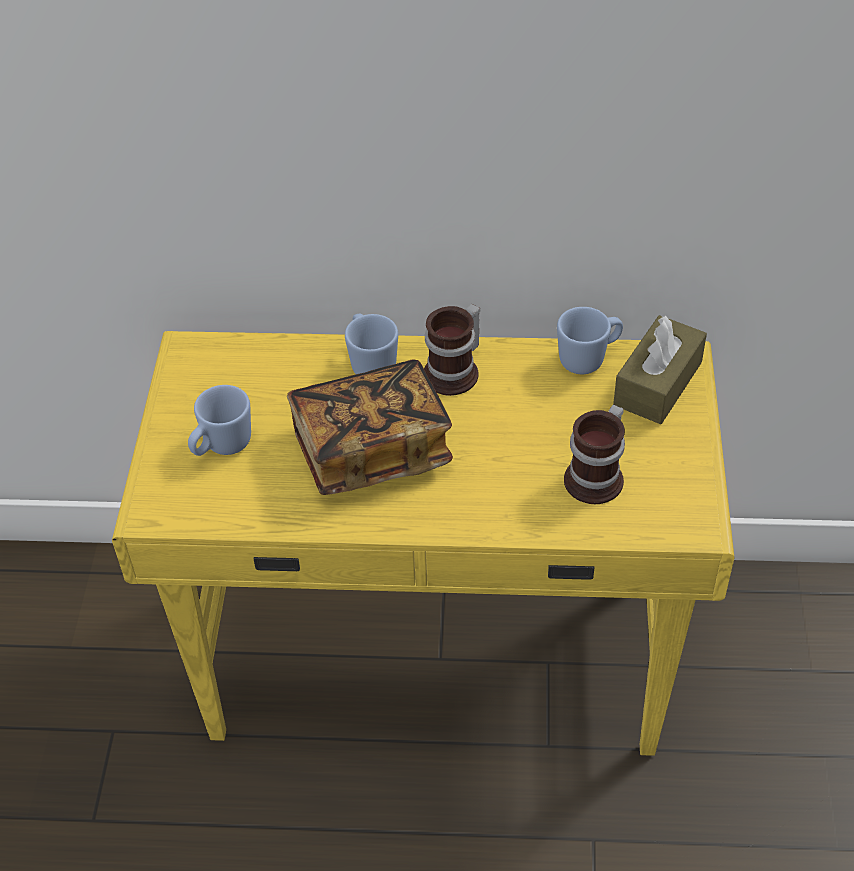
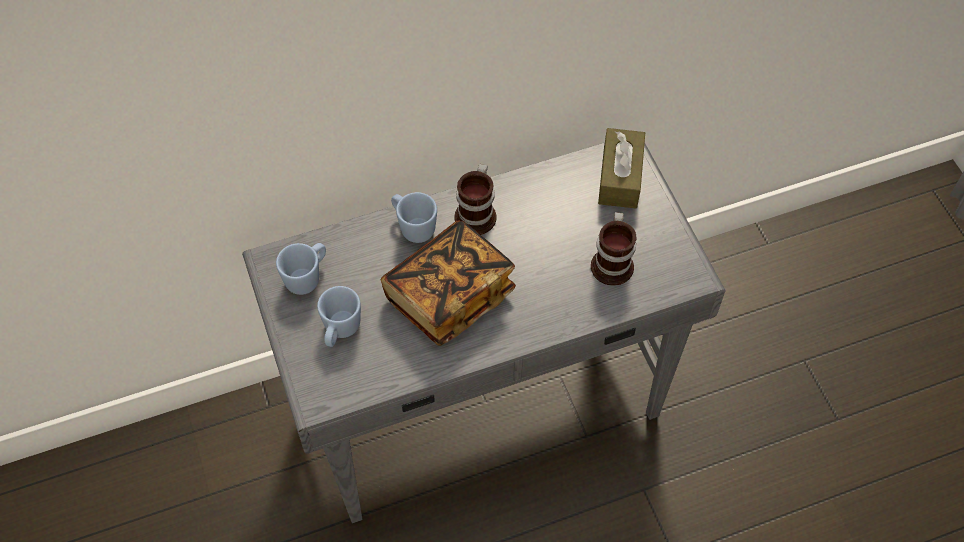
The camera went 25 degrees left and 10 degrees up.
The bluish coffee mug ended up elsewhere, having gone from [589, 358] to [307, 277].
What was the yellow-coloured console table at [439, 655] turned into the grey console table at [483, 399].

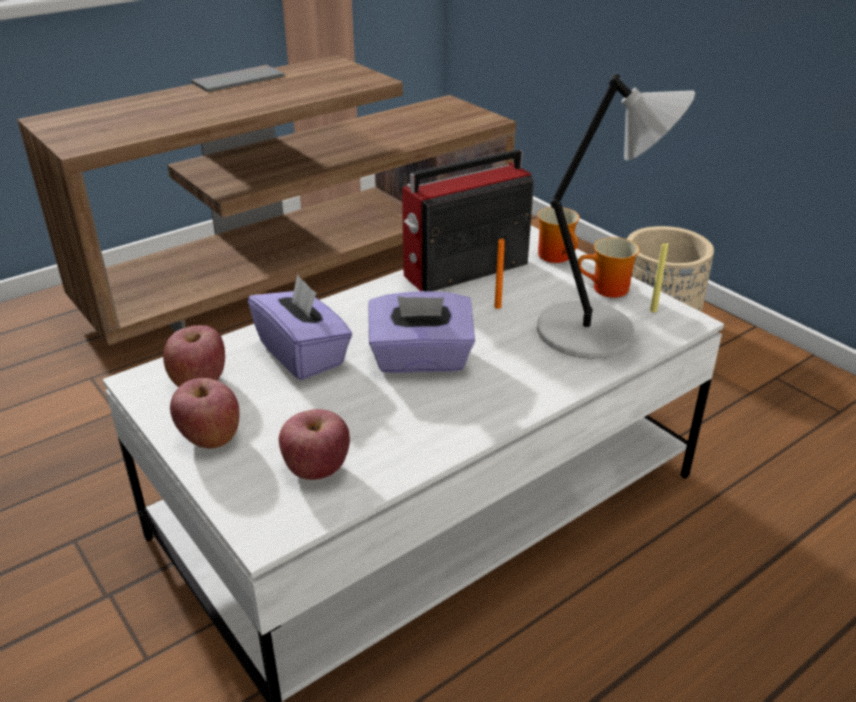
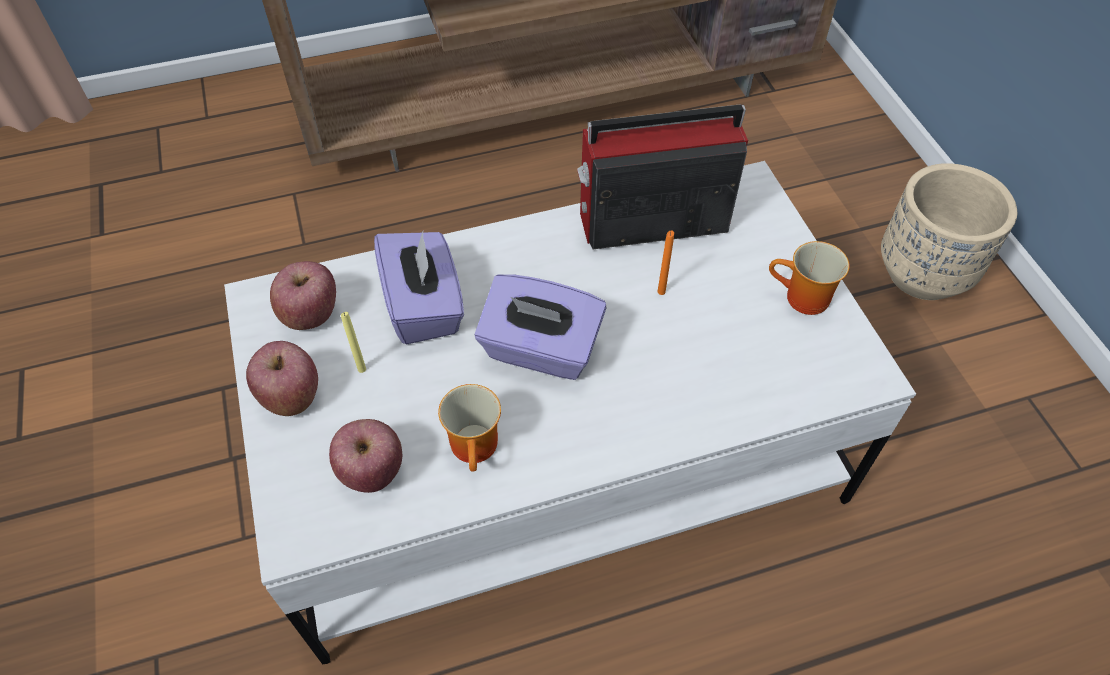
The camera went 20 degrees right and 20 degrees up.
The second view lost the grey table lamp at [591, 332].
The coffee mug ended up elsewhere, having gone from [558, 256] to [478, 448].
The yellow-coloured wax candle ended up elsewhere, having gone from [653, 310] to [362, 369].

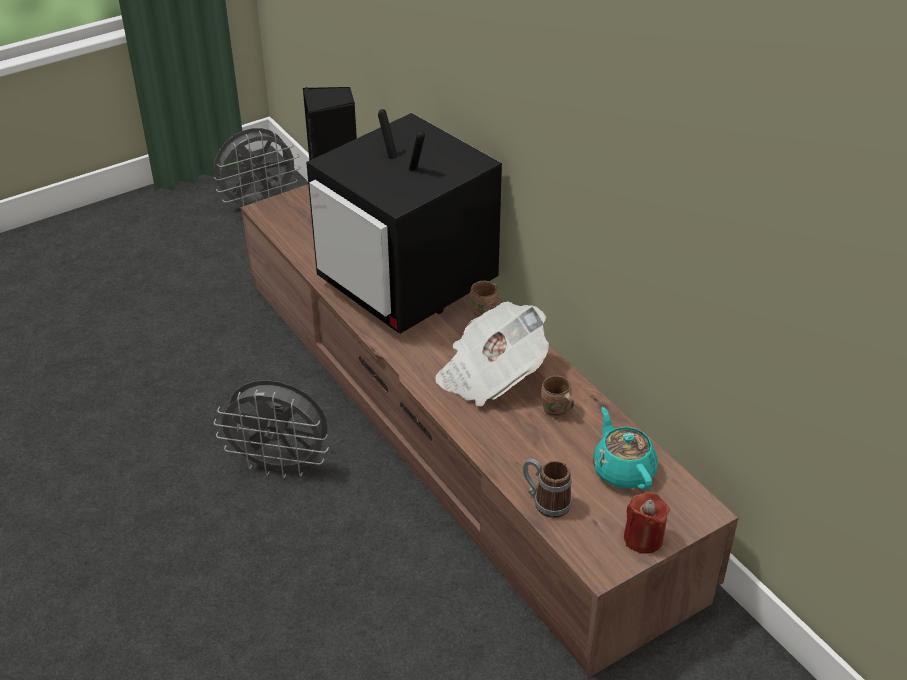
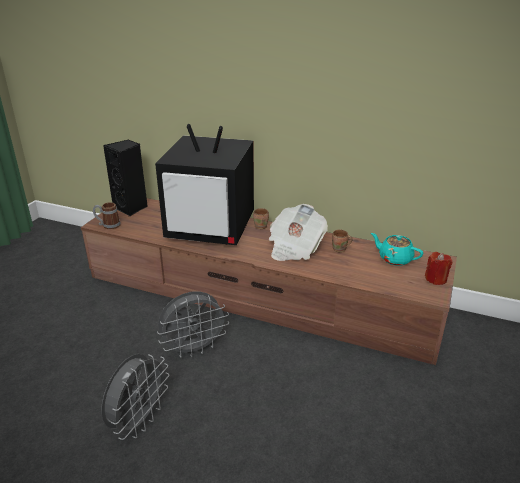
The camera went 35 degrees left and 10 degrees down.
The grey fan ended up elsewhere, having gone from [259, 204] to [139, 422].
The coffee mug ended up elsewhere, having gone from [545, 501] to [108, 225].

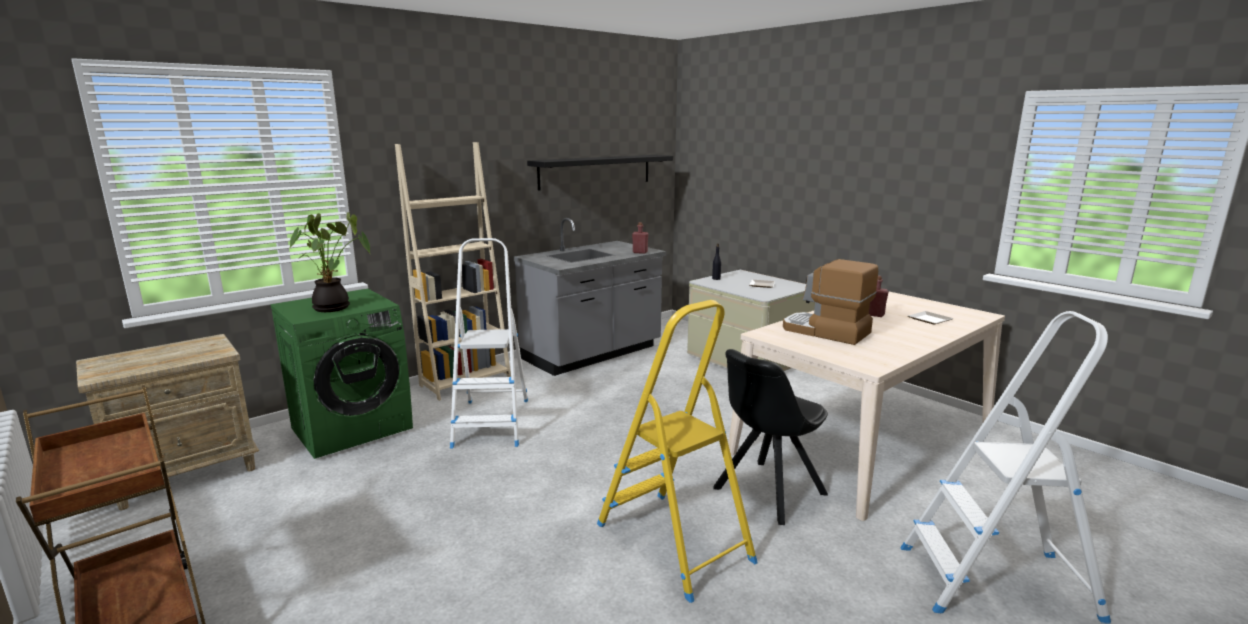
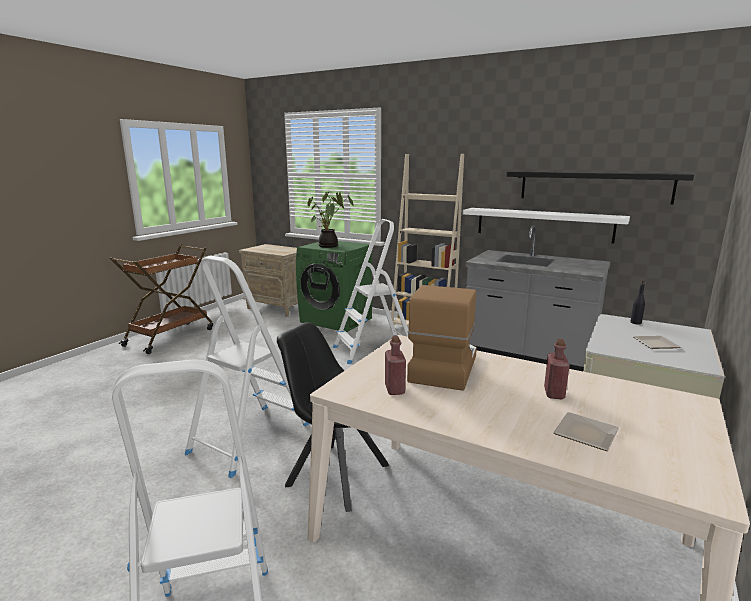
The camera went 70 degrees right and 0 degrees up.
The second view gained the white bracket shelf at [543, 224].
The reddish bottle ended up elsewhere, having gone from [640, 252] to [394, 389].
What was the yellow-coloured stepladder at [672, 541] turned into the white stepladder at [251, 437].

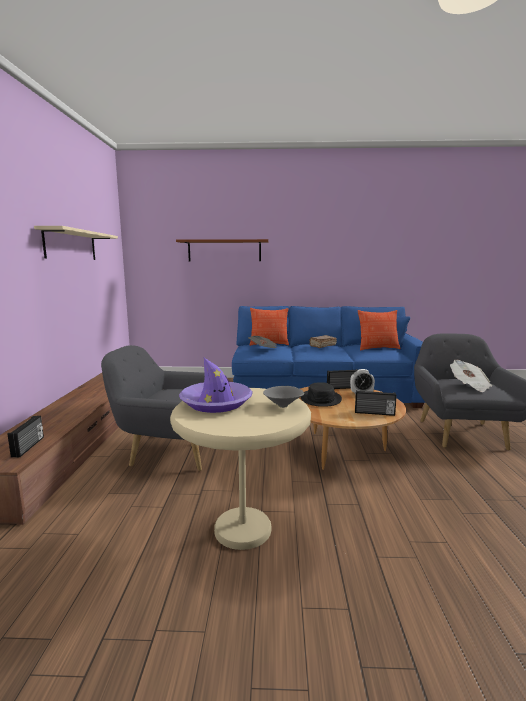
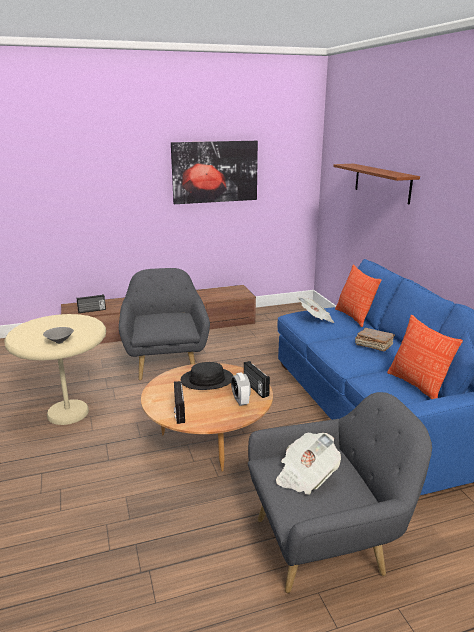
The camera went 70 degrees right and 10 degrees up.
The second view lost the purple wearable hat at [216, 403].
Where the beige bracket shelf hung at [71, 245], the wall picture came to hang at [215, 172].

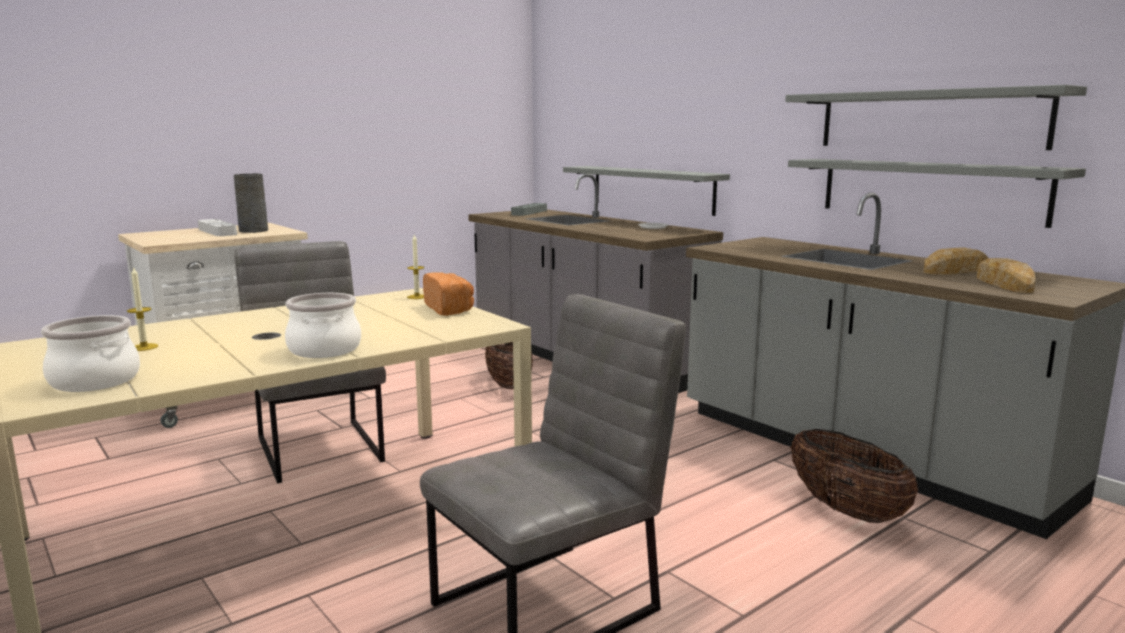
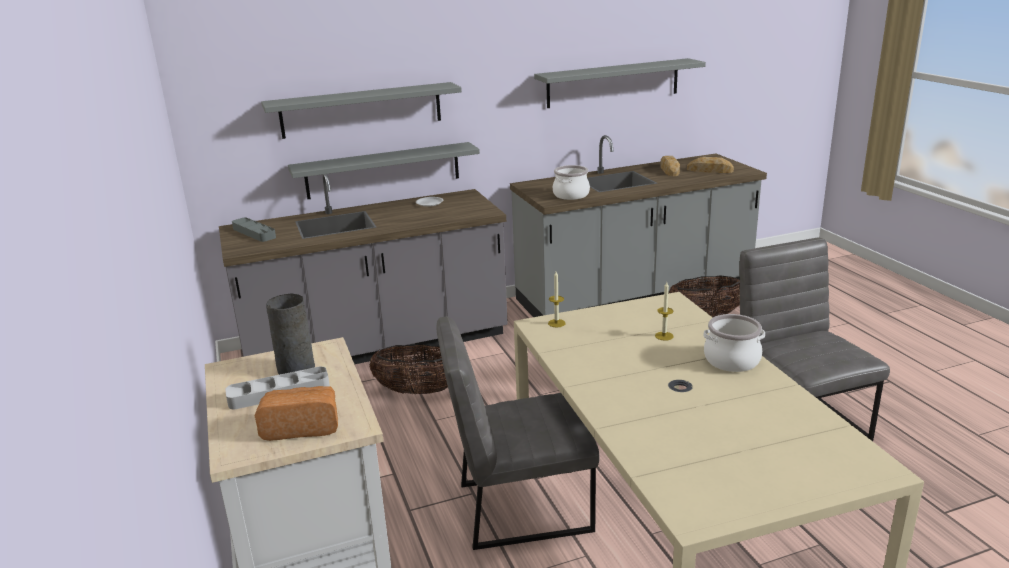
The camera went 70 degrees left and 10 degrees up.
The cooking pot ended up elsewhere, having gone from [96, 381] to [570, 195].
The wax candle ended up elsewhere, having gone from [144, 347] to [664, 336].
The bread ended up elsewhere, having gone from [450, 309] to [302, 427].
The grey bracket shelf ended up elsewhere, having gone from [929, 190] to [361, 110].

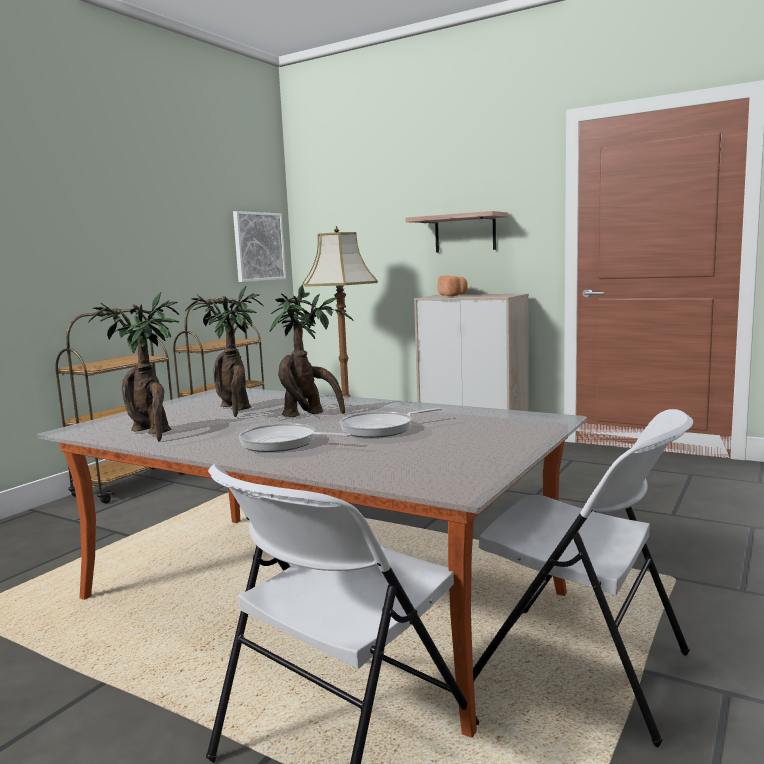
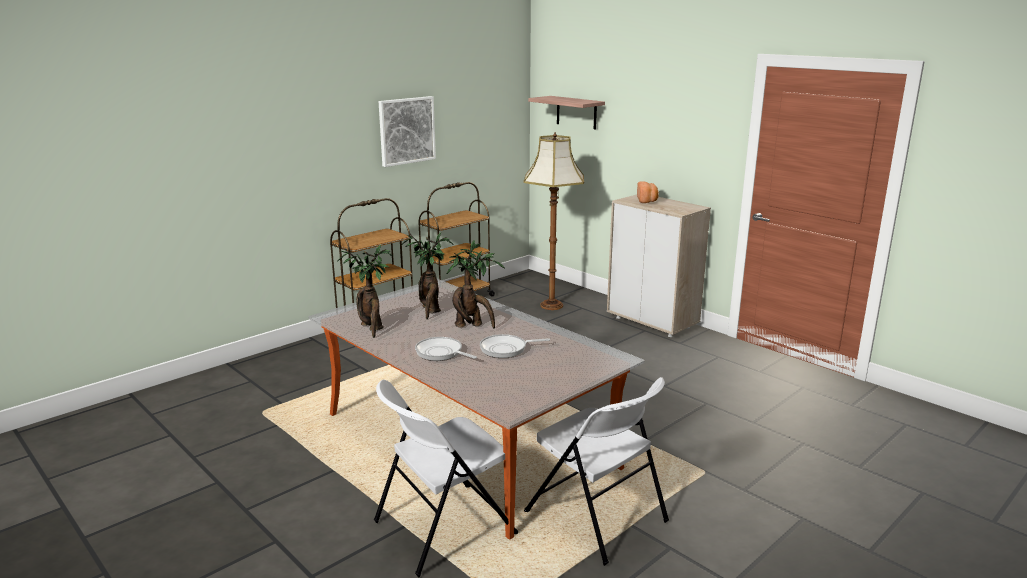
The camera went 15 degrees right and 10 degrees up.
The wall picture ended up elsewhere, having gone from [258, 246] to [406, 130].
The bracket shelf ended up elsewhere, having gone from [465, 233] to [576, 112].

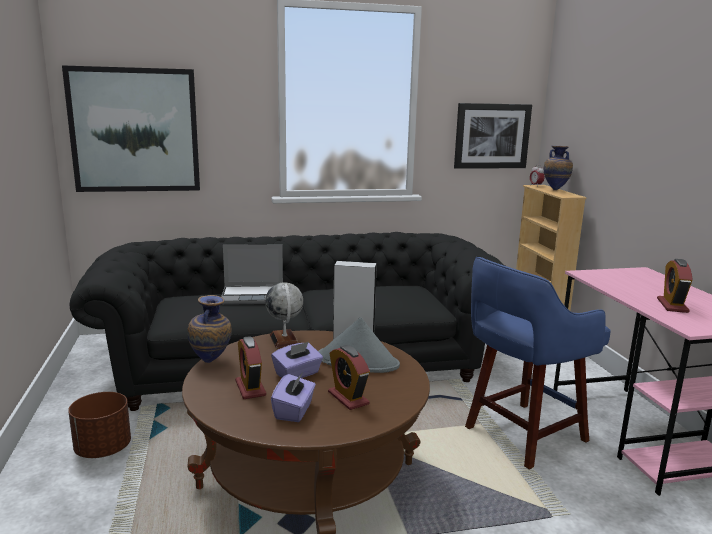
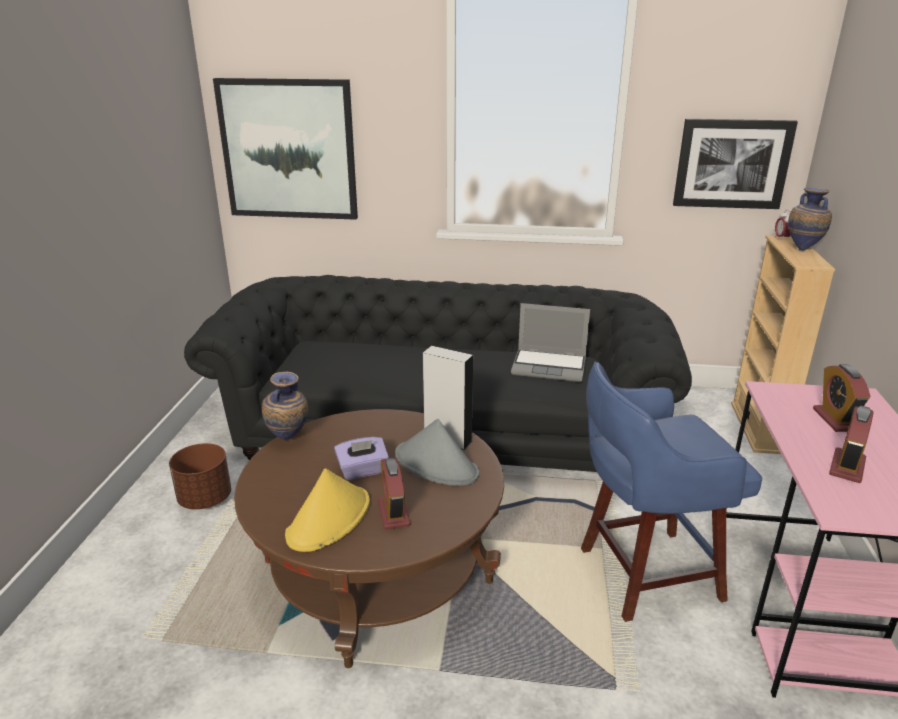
The camera went 20 degrees right and 10 degrees up.
The second view lost the world globe at [284, 340].
The notebook computer ended up elsewhere, having gone from [253, 296] to [550, 366].
The bedside clock ended up elsewhere, having gone from [250, 388] to [835, 420].
Where the purple box of tissues stood at [294, 411], the yellow-coloured wearable hat came to stand at [329, 519].

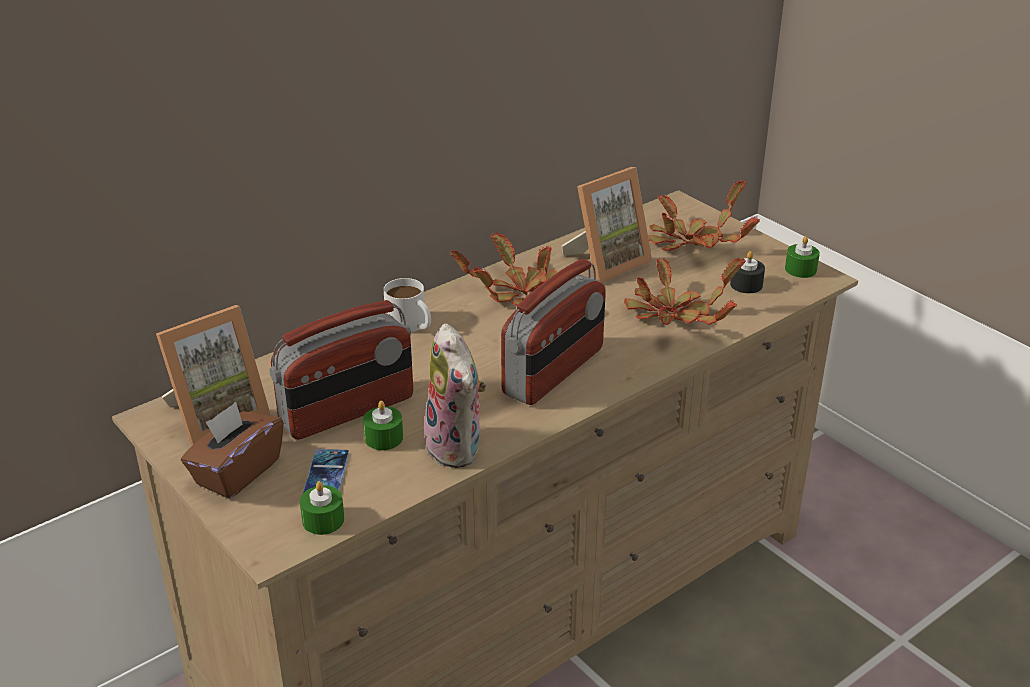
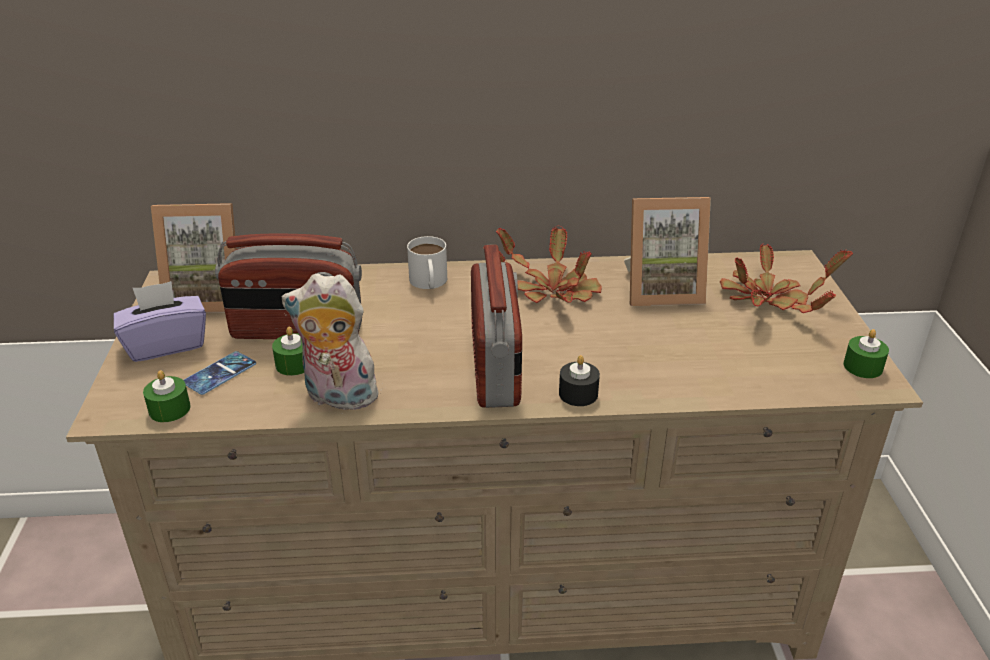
The camera went 35 degrees right and 0 degrees up.
The second view lost the plant in a pot at [673, 315].
The black wax candle ended up elsewhere, having gone from [746, 284] to [578, 394].
What was the brown box of tissues at [237, 472] turned into the purple box of tissues at [166, 344].
The cuddly toy at [458, 448] ended up facing another way, 90 degrees clockwise from before.
The radio at [554, 372] ended up facing another way, 75 degrees counterclockwise from before.

